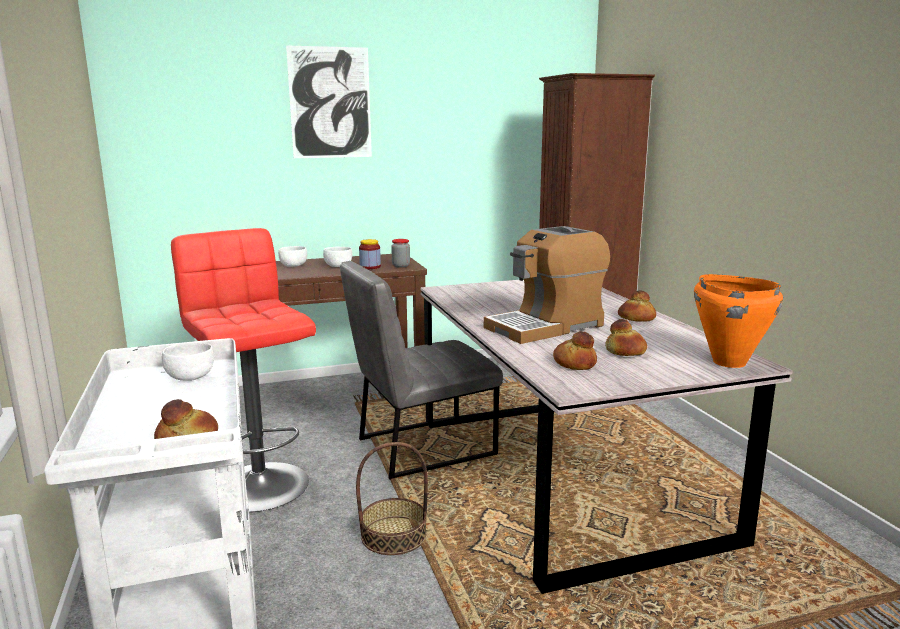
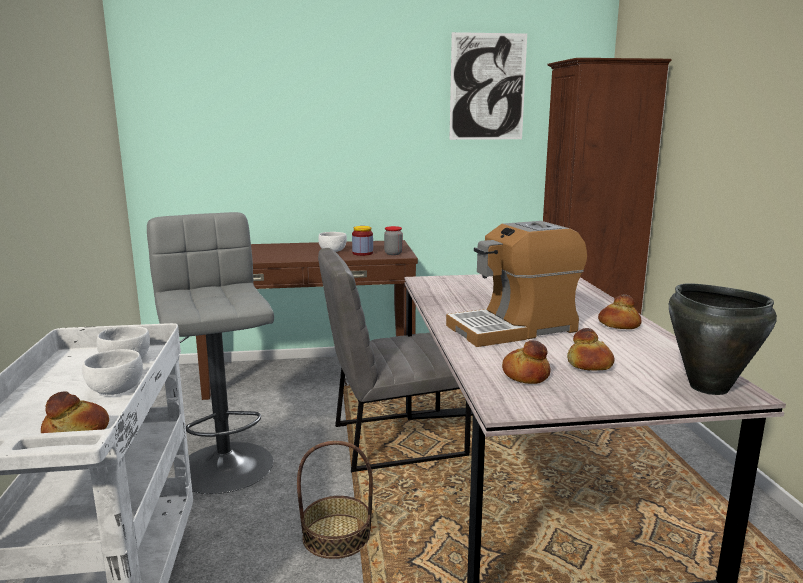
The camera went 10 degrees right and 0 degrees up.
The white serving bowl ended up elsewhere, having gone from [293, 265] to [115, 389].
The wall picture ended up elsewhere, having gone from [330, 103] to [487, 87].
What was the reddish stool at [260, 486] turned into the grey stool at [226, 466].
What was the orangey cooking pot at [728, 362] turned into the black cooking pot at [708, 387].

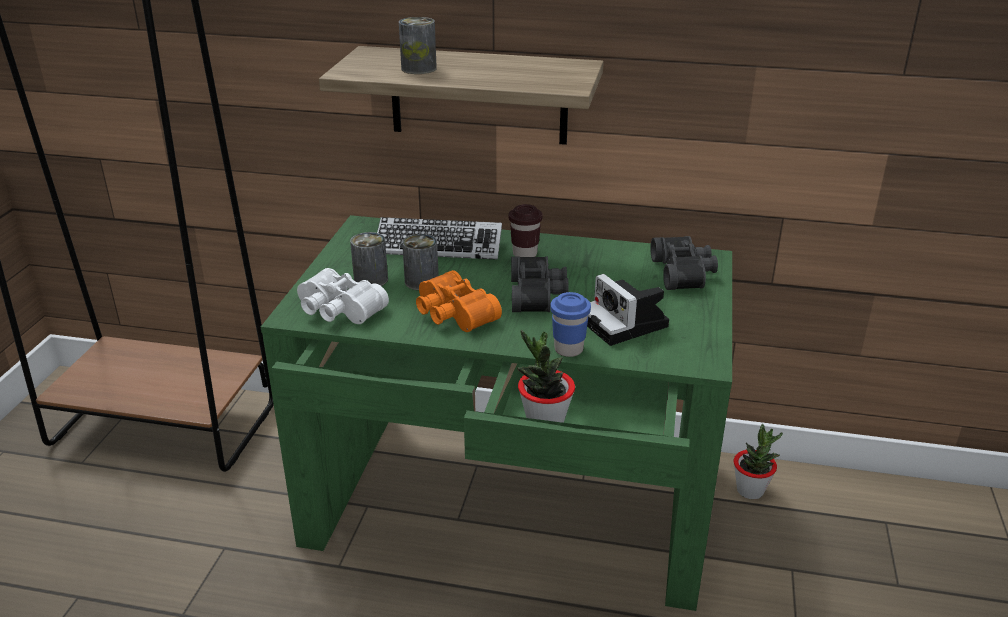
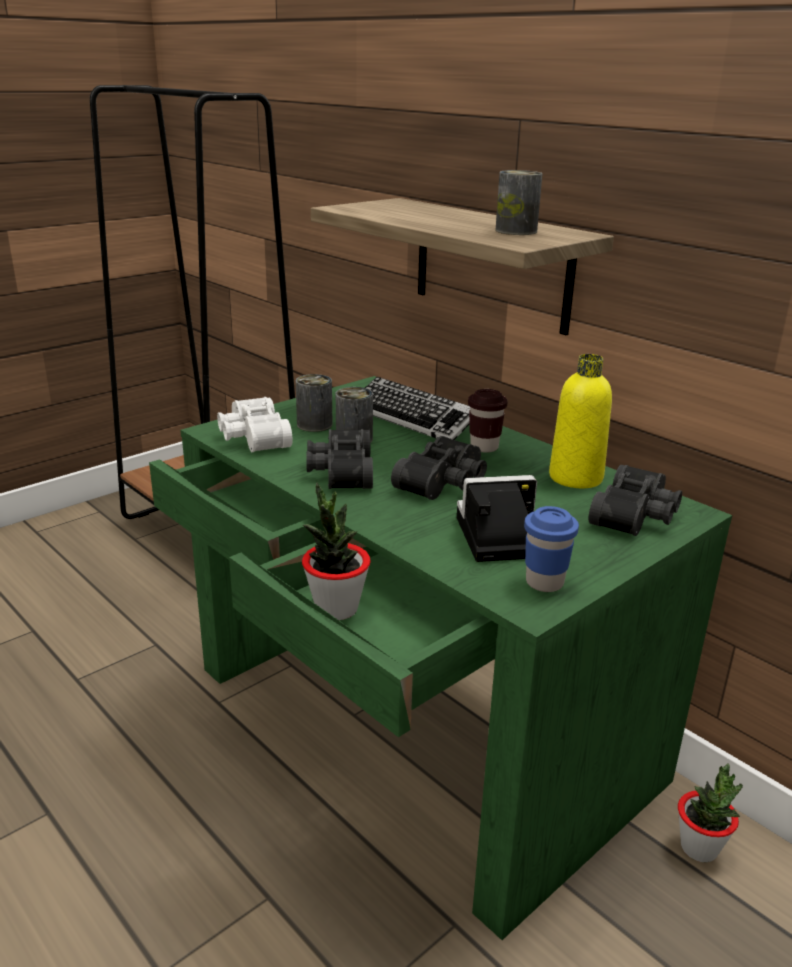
The camera went 35 degrees right and 5 degrees down.
The second view gained the yellow-coloured bottle at [575, 477].
The can ended up elsewhere, having gone from [418, 68] to [516, 231].
The bluish small cup ended up elsewhere, having gone from [568, 349] to [544, 582].
What was the orangey pair of binoculars at [452, 315] turned into the black pair of binoculars at [339, 472].
The photo camera at [626, 324] ended up facing another way, 75 degrees clockwise from before.

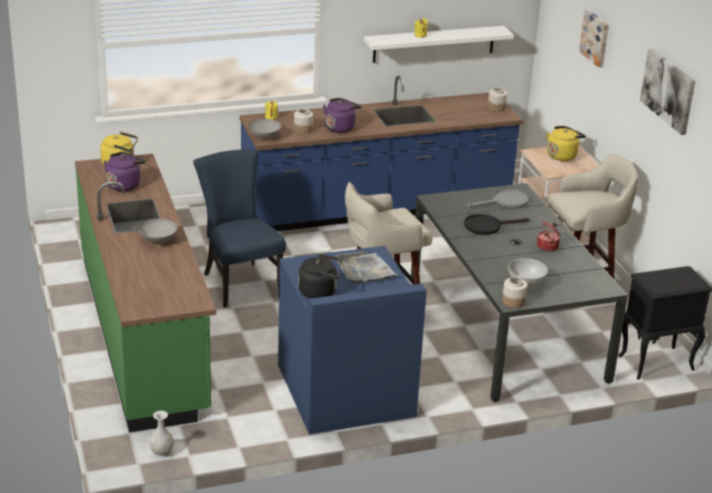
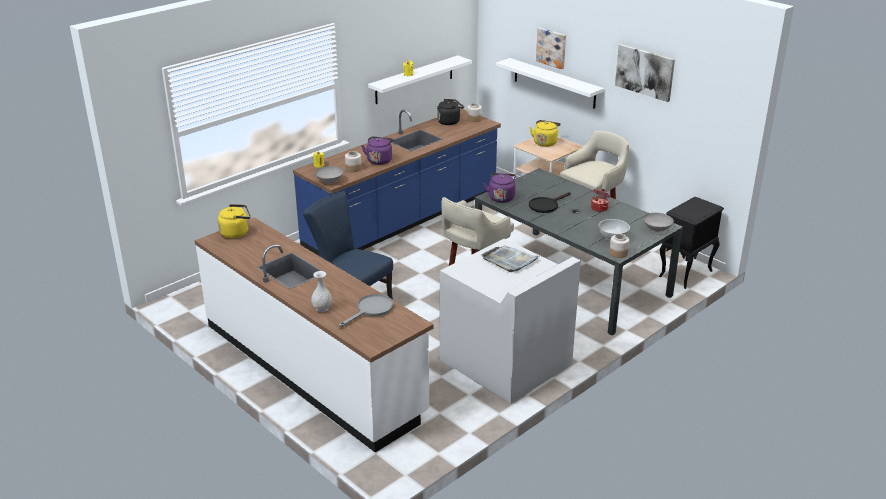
The camera went 25 degrees left and 0 degrees up.
The second view gained the white bracket shelf at [554, 83].
The purple tea kettle ended up elsewhere, having gone from [124, 185] to [501, 197].
The grey serving bowl ended up elsewhere, having gone from [157, 240] to [656, 229].
The white vase ended up elsewhere, having gone from [162, 452] to [322, 308].
The black tea kettle ended up elsewhere, having gone from [320, 292] to [449, 121].
The grey pan ended up elsewhere, having gone from [505, 202] to [371, 310].
What was the green counter at [143, 332] turned into the white counter at [313, 368].
What was the bluish laundry appliance at [344, 390] turned into the white laundry appliance at [504, 362].

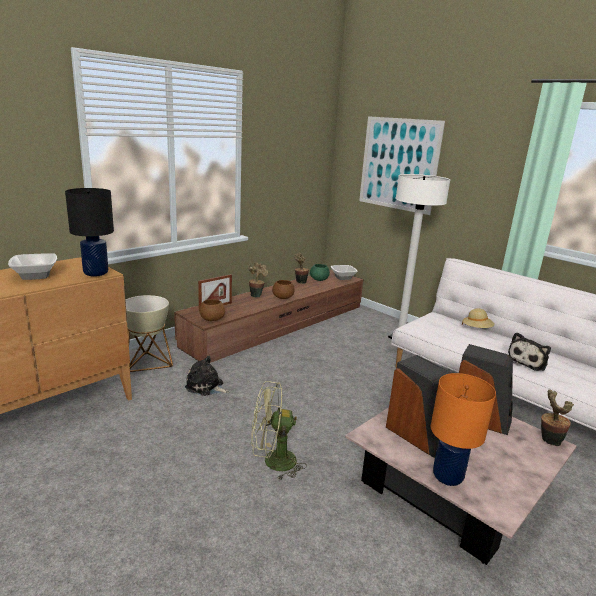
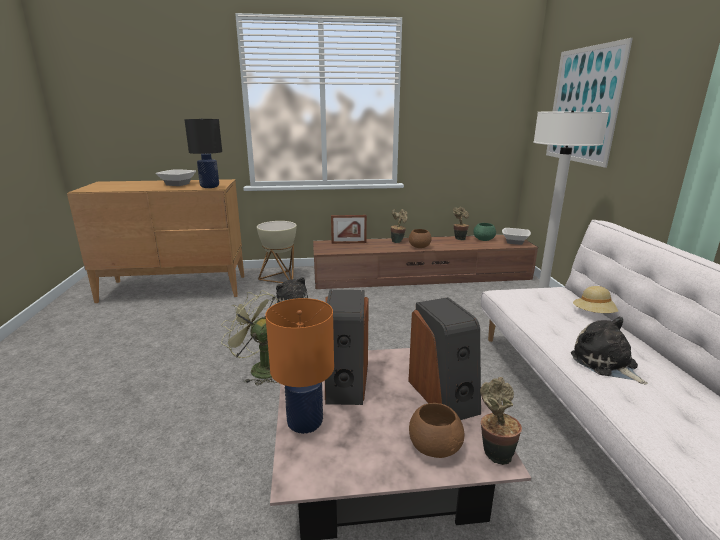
The camera went 40 degrees right and 0 degrees up.
The brown serving bowl ended up elsewhere, having gone from [211, 319] to [434, 446].
The cuddly toy at [528, 361] ended up facing another way, 75 degrees clockwise from before.

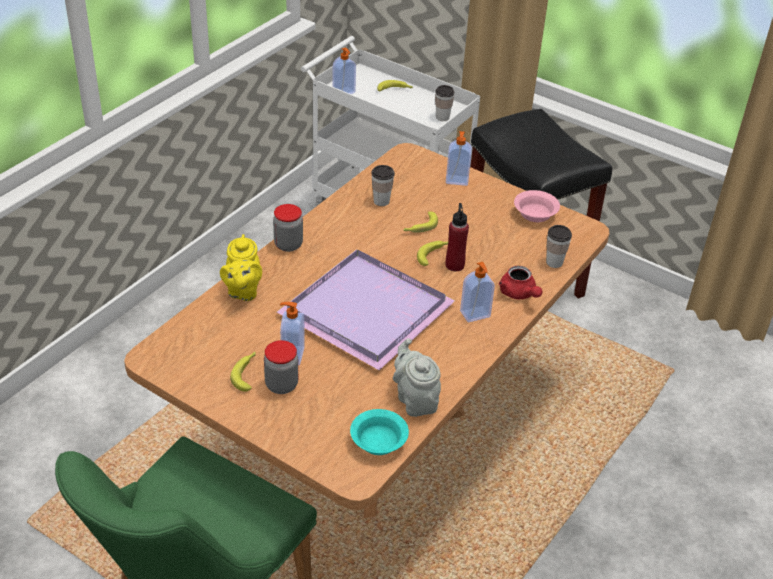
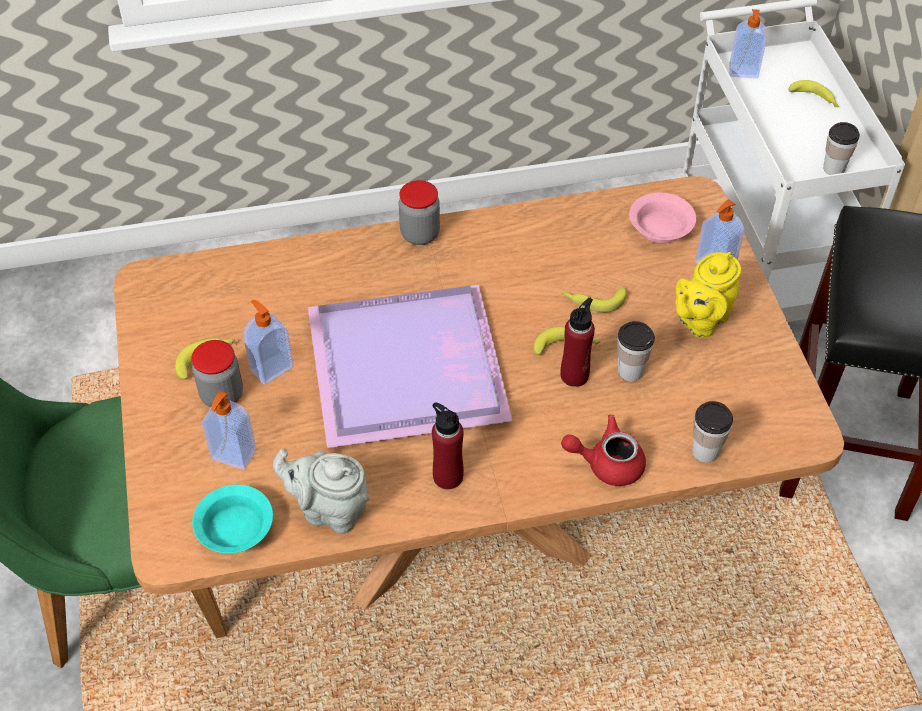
The camera went 45 degrees right and 10 degrees up.
The second view gained the reddish bottle at [448, 476].
The yellow-coloured tea pot ended up elsewhere, having gone from [242, 291] to [700, 320].
The small cup ended up elsewhere, having gone from [381, 201] to [630, 371].
The soap bottle ended up elsewhere, having gone from [475, 315] to [233, 456].
The pinkish serving bowl ended up elsewhere, having gone from [535, 213] to [661, 228].
The grey tea pot at [415, 400] ended up facing another way, 90 degrees counterclockwise from before.
The reddish tea pot at [519, 294] ended up facing another way, 75 degrees clockwise from before.

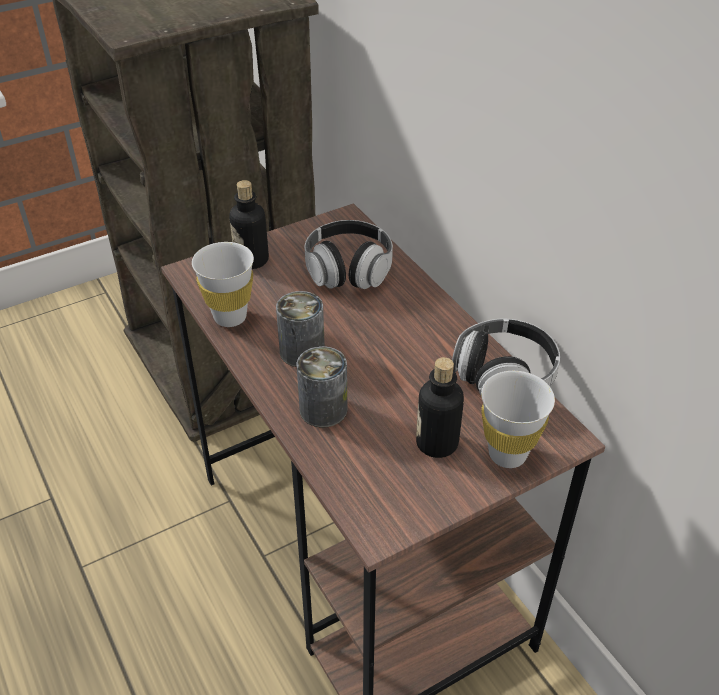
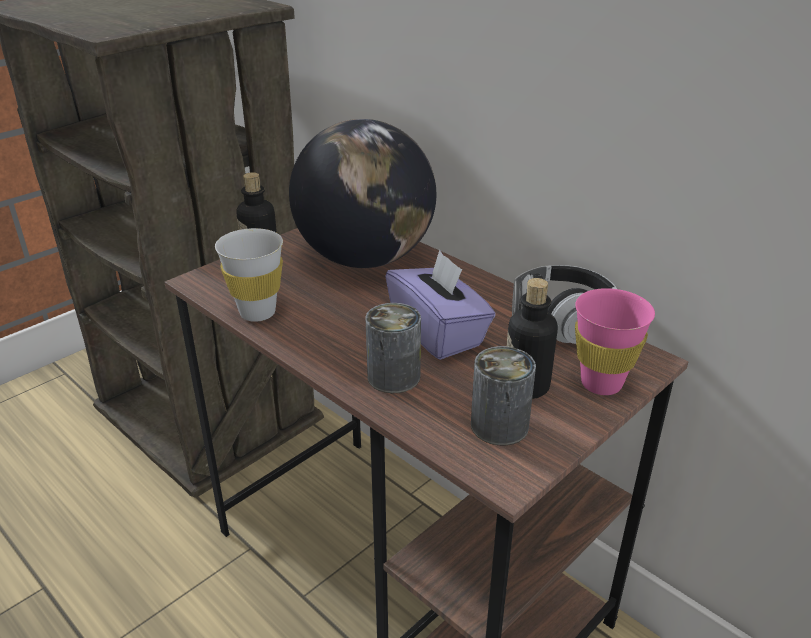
The camera went 15 degrees left and 10 degrees down.
The second view gained the purple box of tissues at [438, 333].
The can ended up elsewhere, having gone from [302, 351] to [499, 425].
Where the pair of headphones stood at [348, 270], the world globe came to stand at [365, 259].
What was the white small cup at [507, 454] turned into the pinkish small cup at [601, 383].

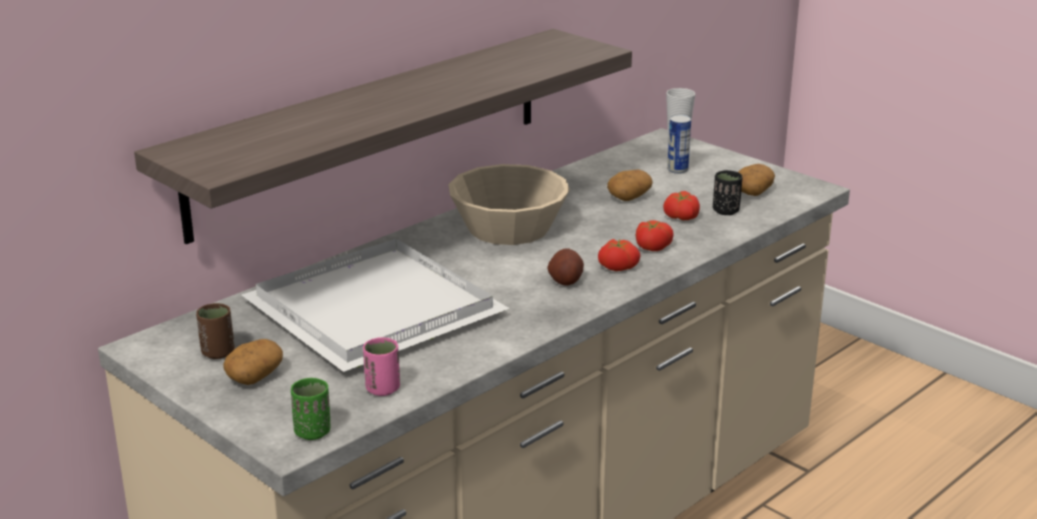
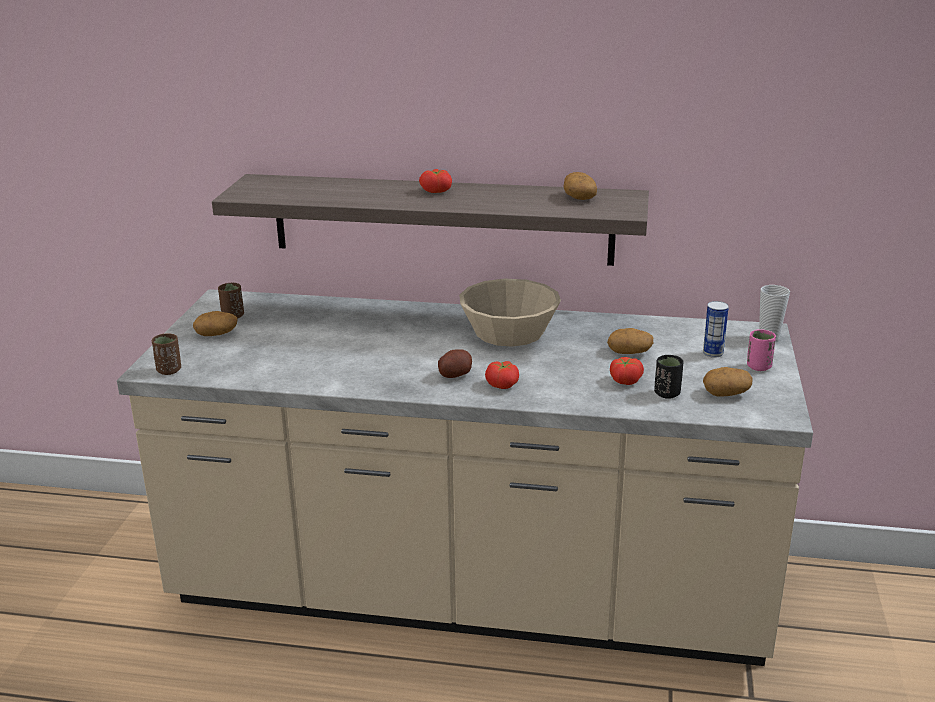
The camera went 55 degrees right and 0 degrees up.
The second view lost the white tray at [375, 307].
The second view gained the spud at [579, 197].
The pinkish small cup ended up elsewhere, having gone from [382, 389] to [758, 367].
The whole tomato ended up elsewhere, having gone from [651, 247] to [437, 191].
What was the green small cup at [312, 432] turned into the brown small cup at [169, 370].

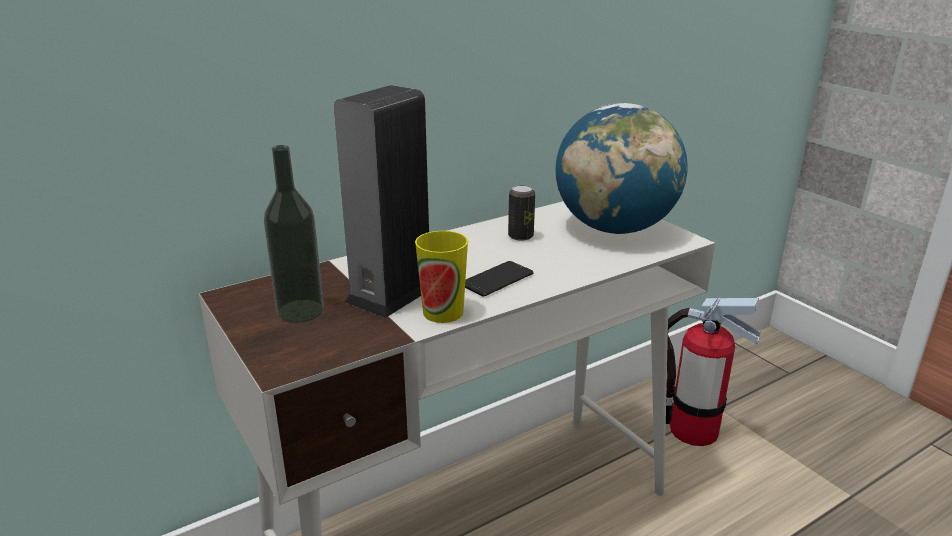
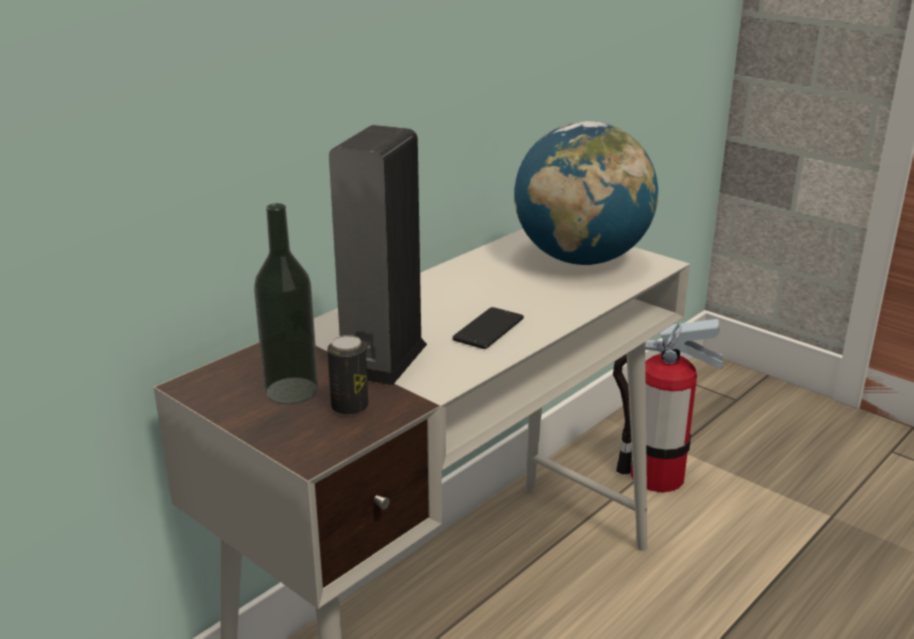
The camera went 15 degrees left and 0 degrees up.
The second view lost the small cup at [443, 312].
The can ended up elsewhere, having gone from [520, 236] to [350, 407].

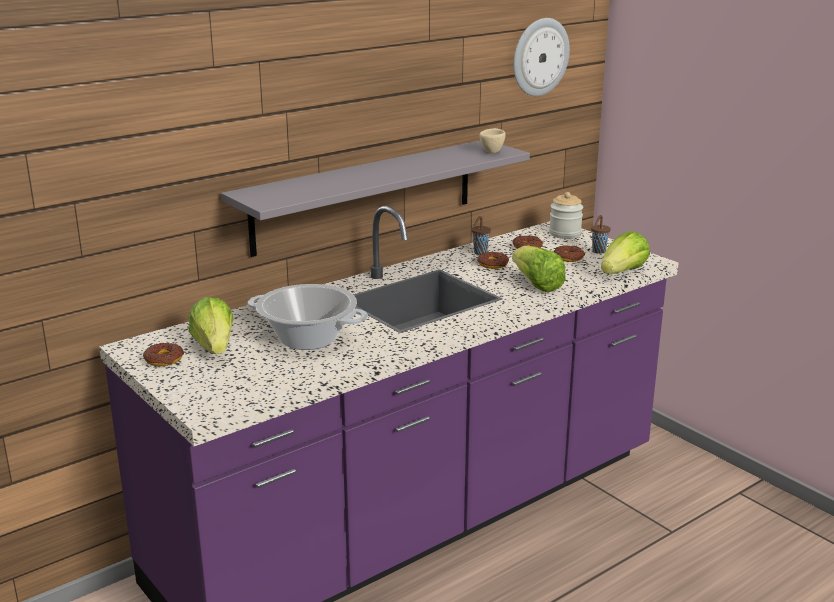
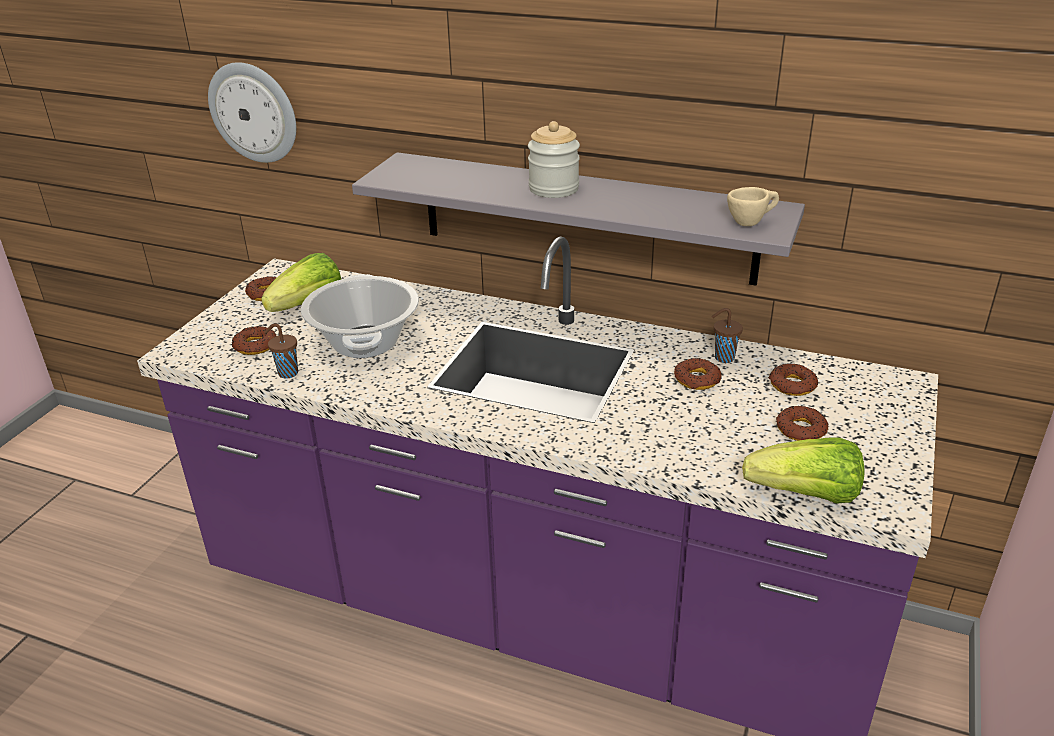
The camera went 60 degrees right and 10 degrees up.
The second view lost the lettuce at [536, 284].
The second view gained the ring doughnut at [255, 346].
The clock on the wall ended up elsewhere, having gone from [539, 57] to [254, 112].
The storage jar ended up elsewhere, having gone from [565, 234] to [553, 189].
The brown small cup ended up elsewhere, having gone from [598, 251] to [287, 373].

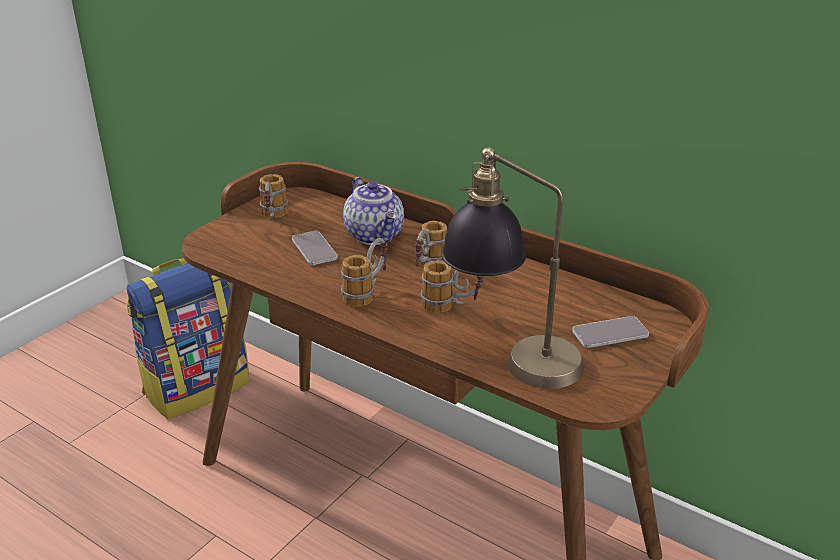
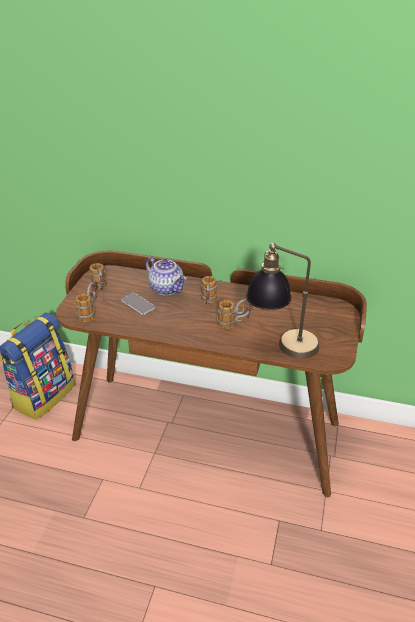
The camera went 20 degrees left and 5 degrees up.
The second view lost the handset at [610, 333].
The coffee mug ended up elsewhere, having gone from [367, 292] to [89, 312].

